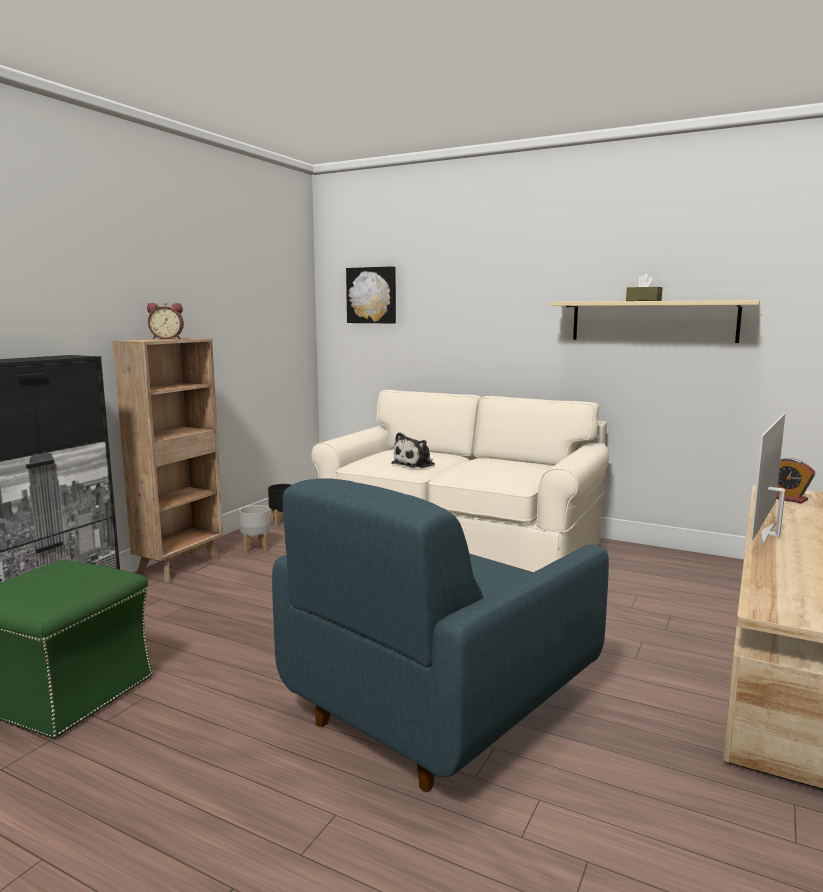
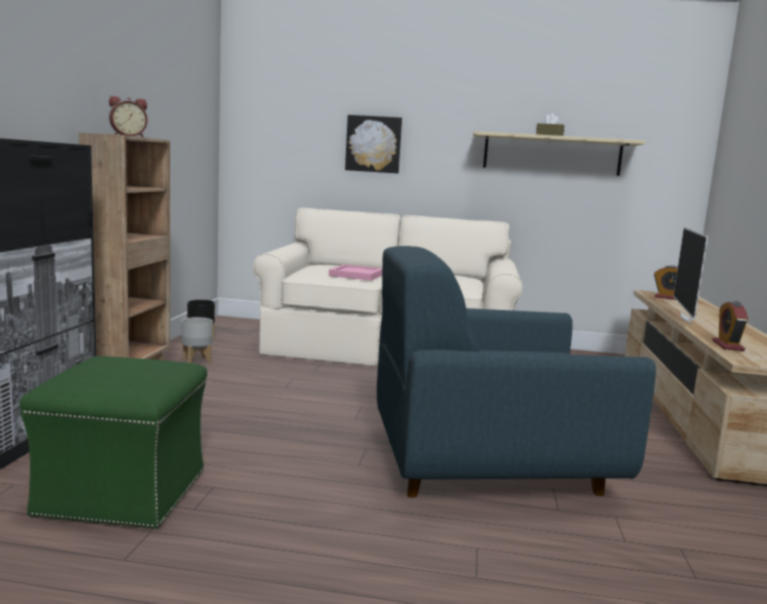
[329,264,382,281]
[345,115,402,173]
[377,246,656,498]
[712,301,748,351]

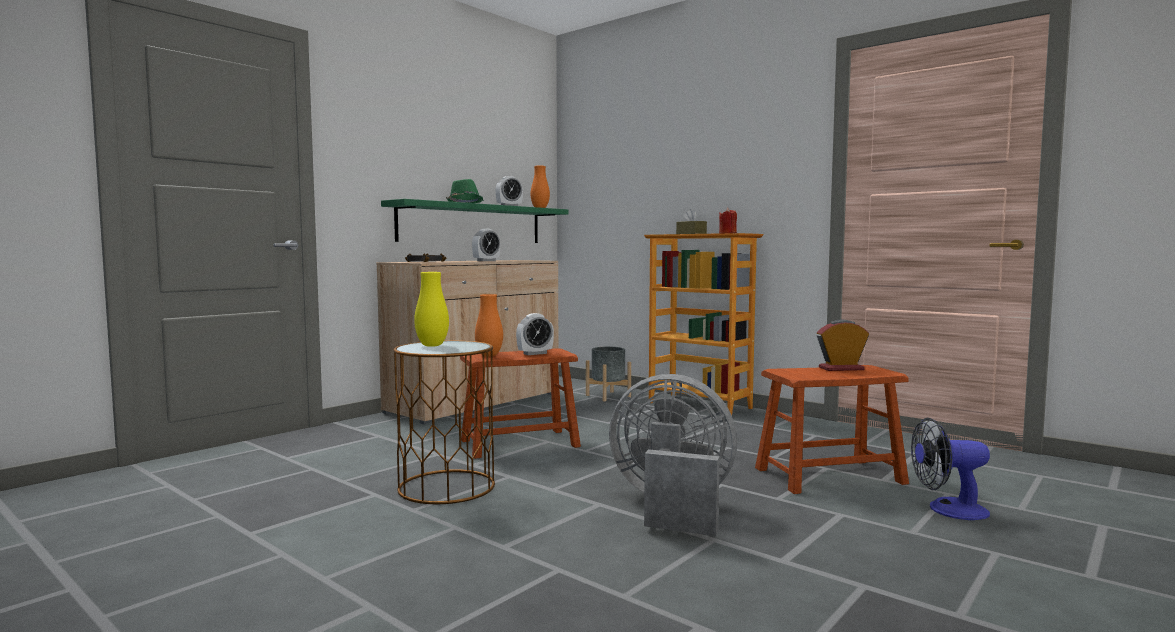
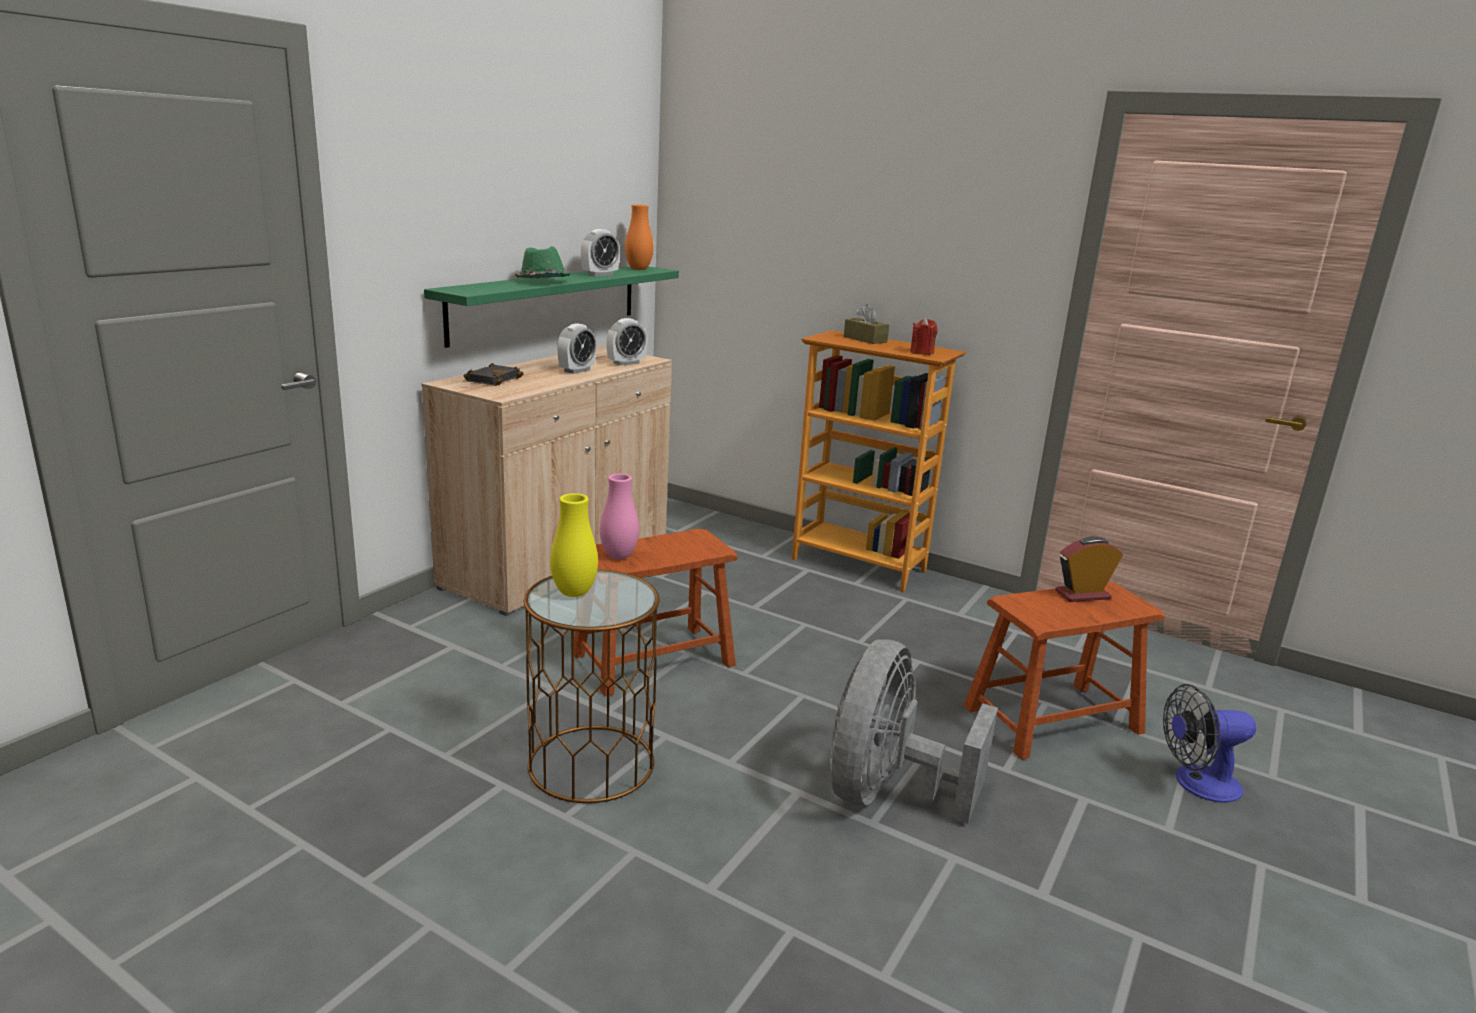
[600,474,639,560]
[606,318,647,366]
[830,640,998,824]
[586,347,631,401] (first image)

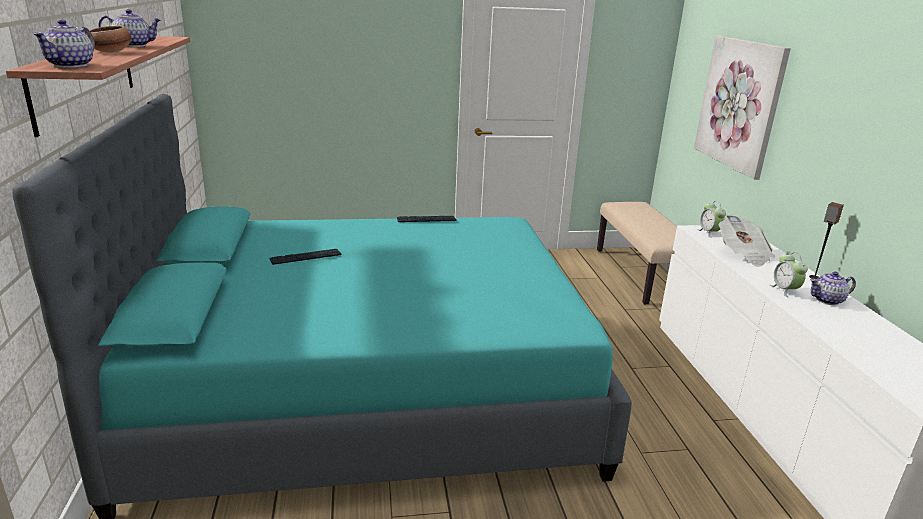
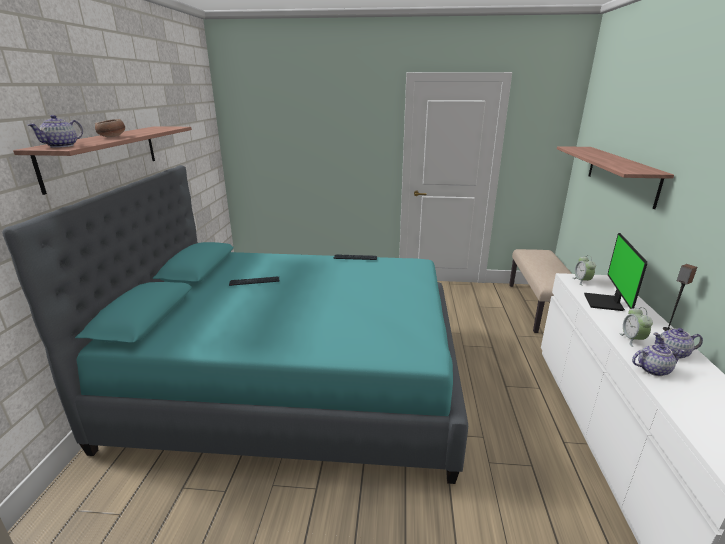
[557,146,674,209]
[584,233,647,311]
[632,344,685,376]

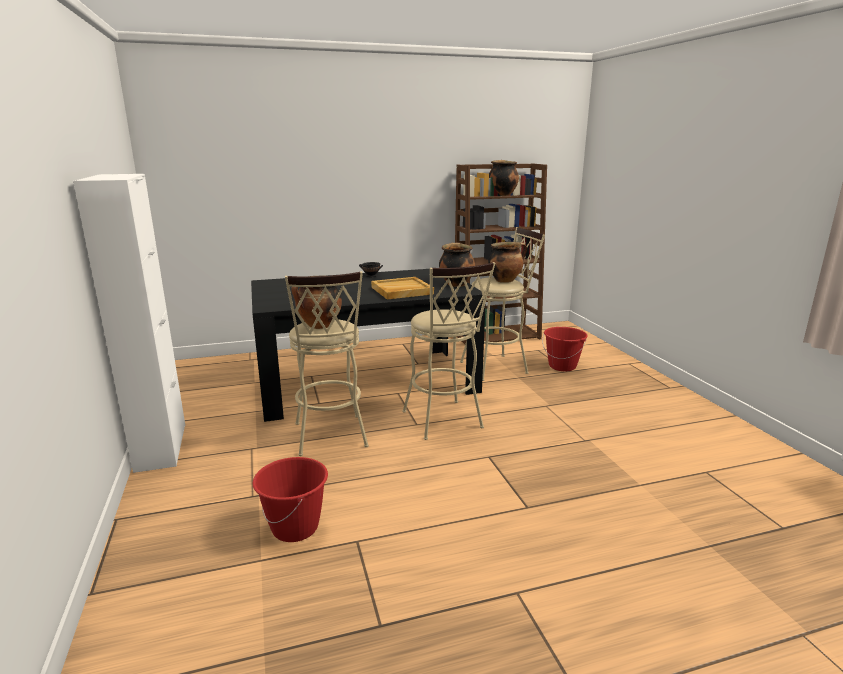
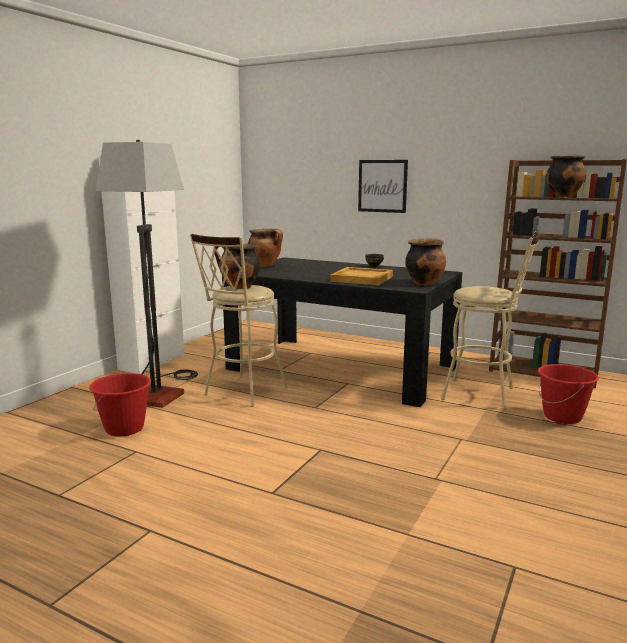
[96,140,198,408]
[248,229,283,267]
[358,160,408,213]
[402,262,495,440] (first image)

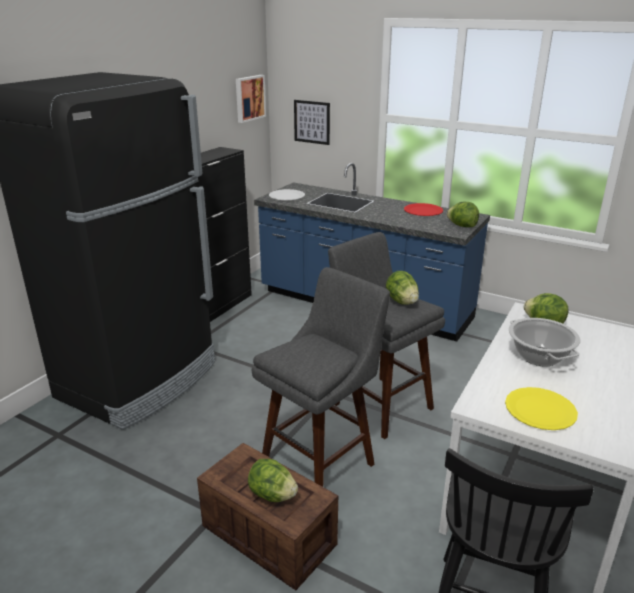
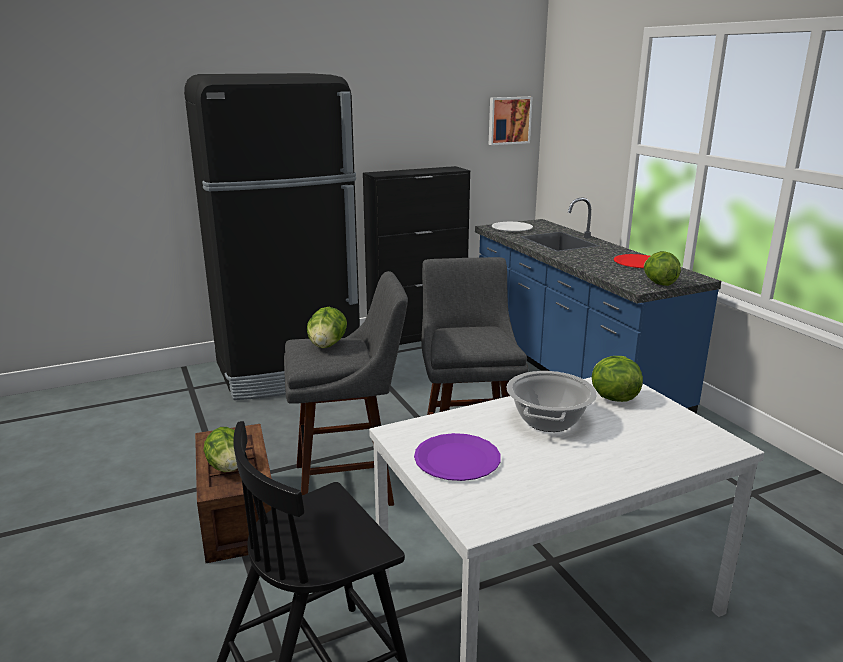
[307,307,347,348]
[414,433,501,481]
[294,100,330,145] (first image)

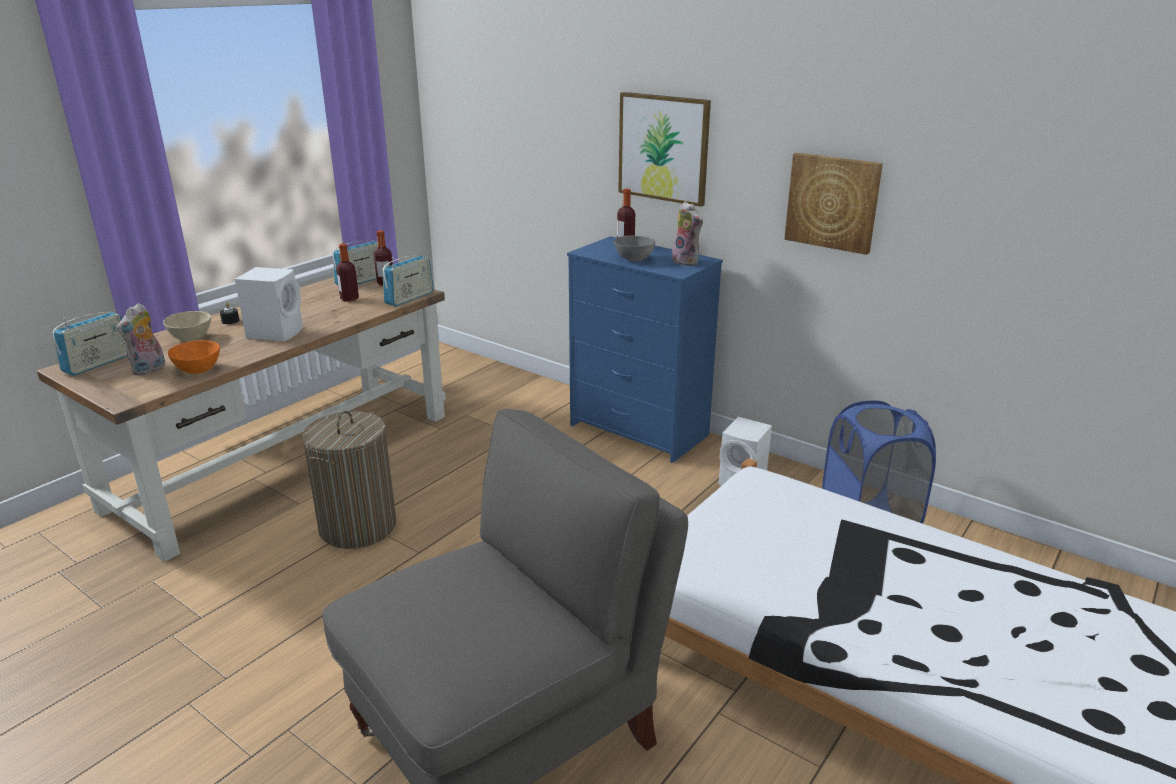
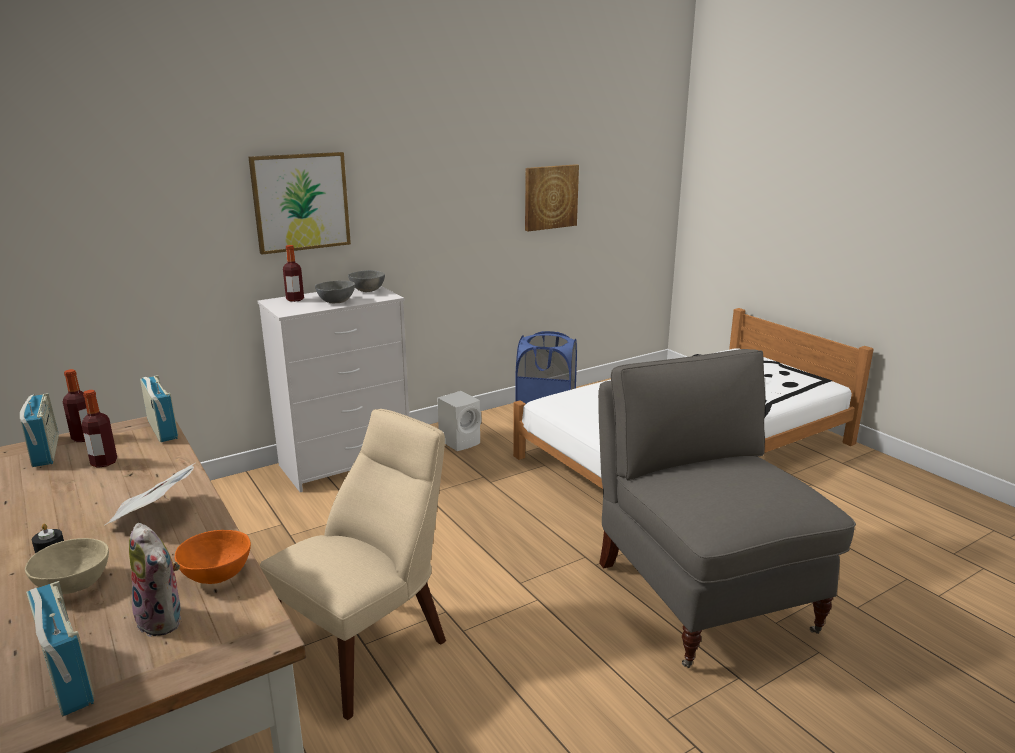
[105,463,195,525]
[257,286,409,492]
[260,409,446,720]
[348,270,385,292]
[525,164,579,231]

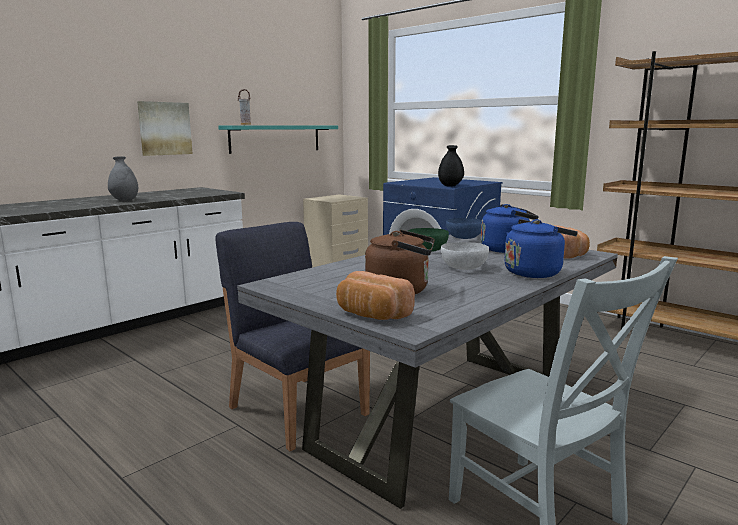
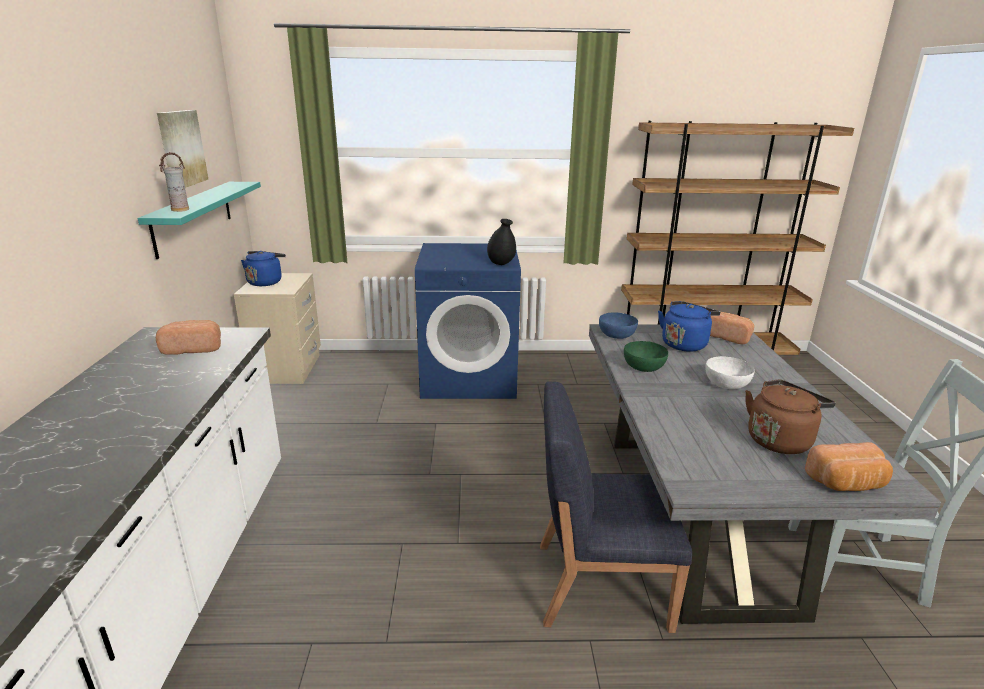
[156,320,221,355]
[157,110,208,188]
[241,251,286,286]
[108,156,138,201] (first image)

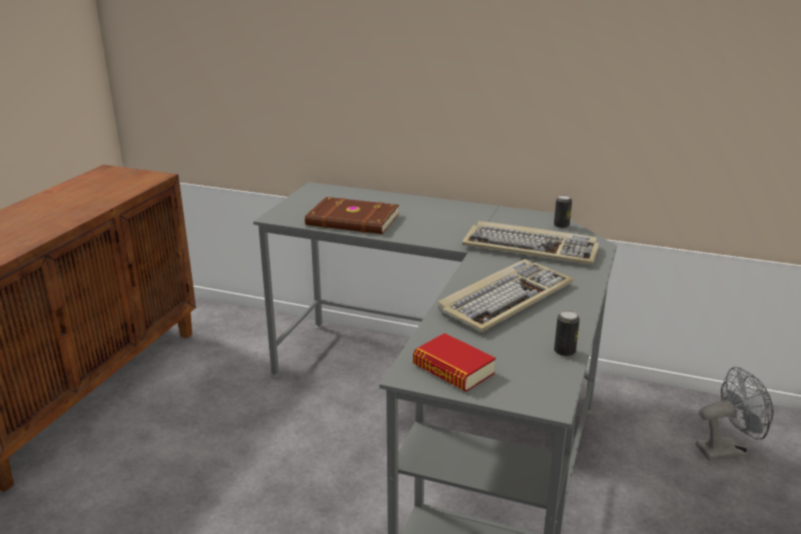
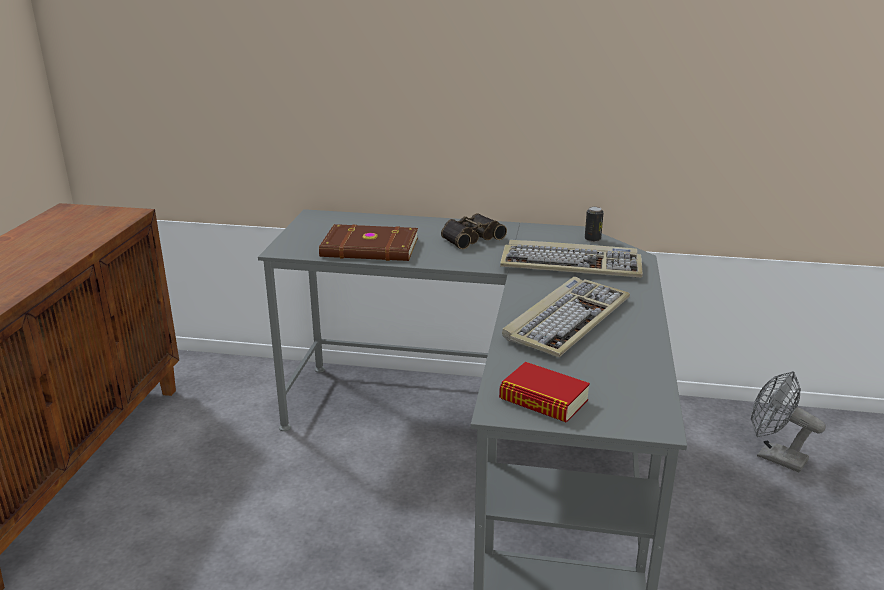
[441,213,507,249]
[751,371,826,473]
[554,311,580,357] (first image)

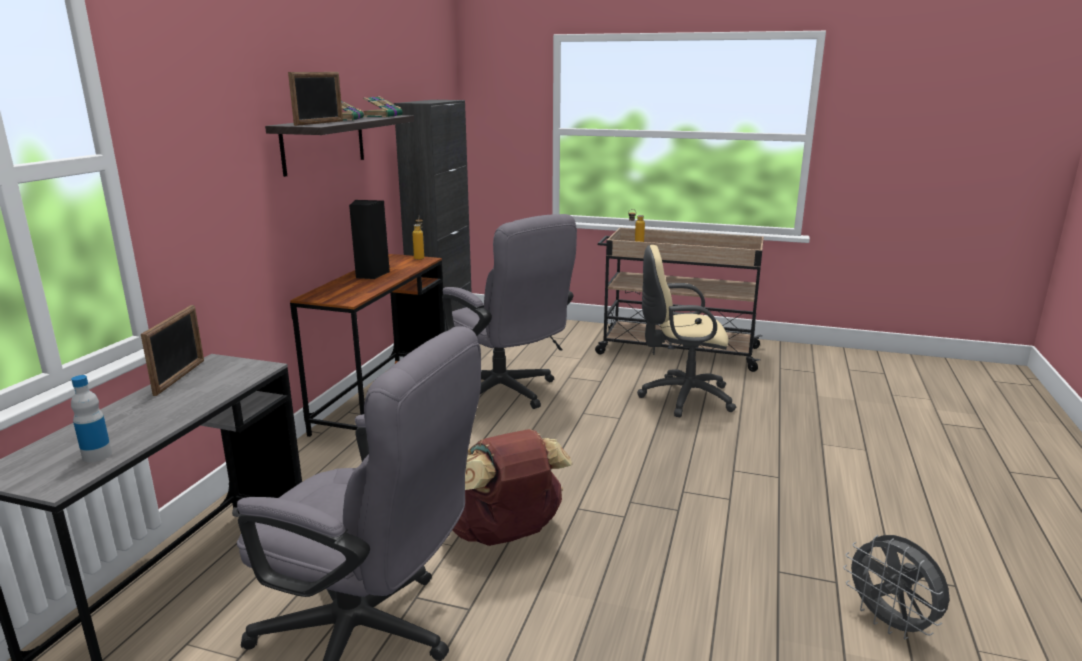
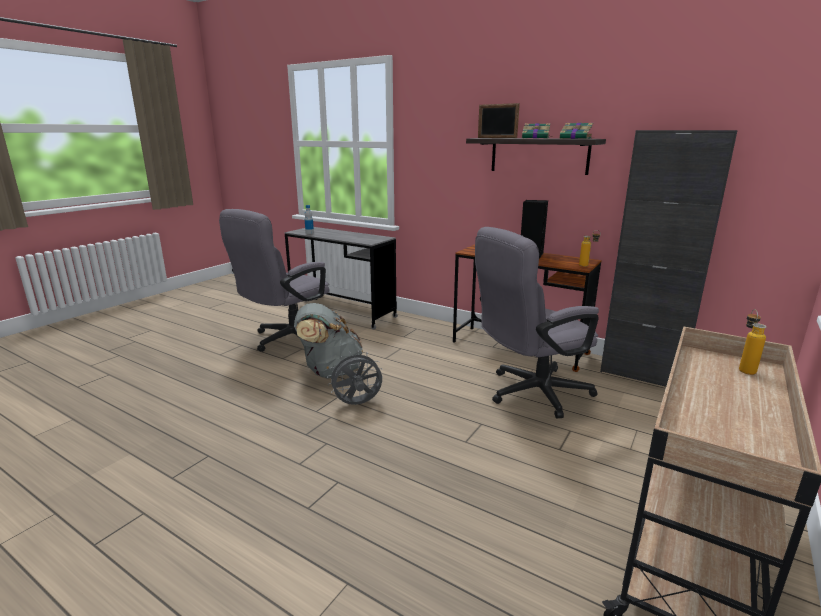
[294,303,363,379]
[327,351,383,405]
[141,305,204,396] (first image)
[637,245,736,417] (first image)

